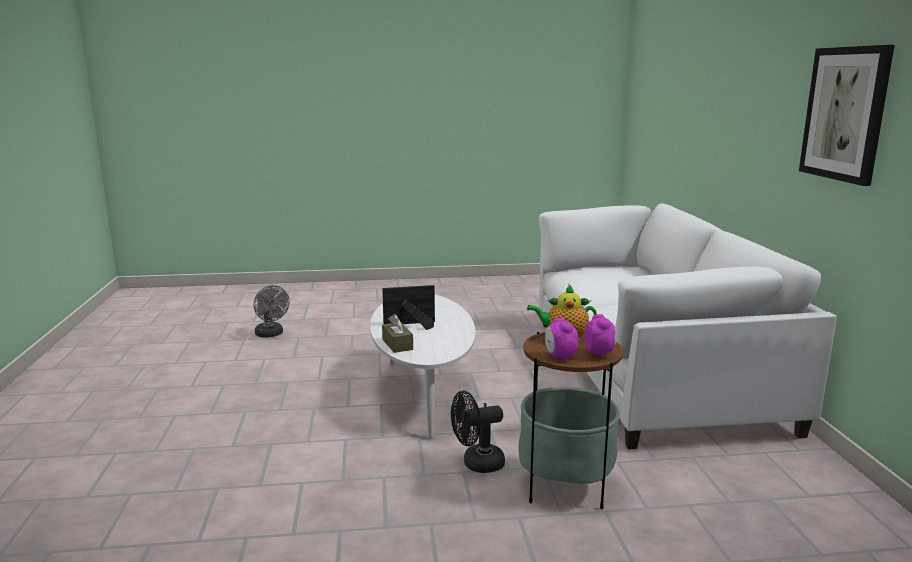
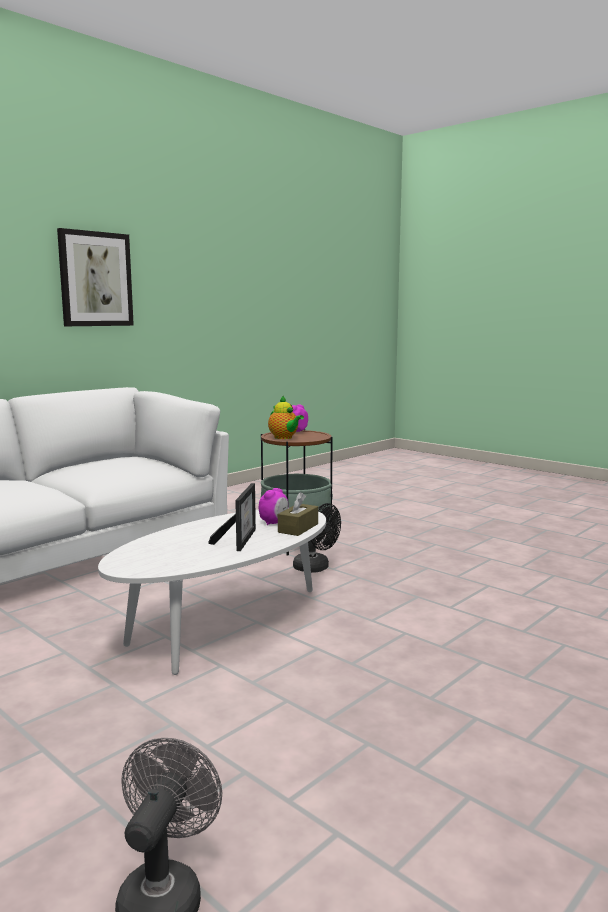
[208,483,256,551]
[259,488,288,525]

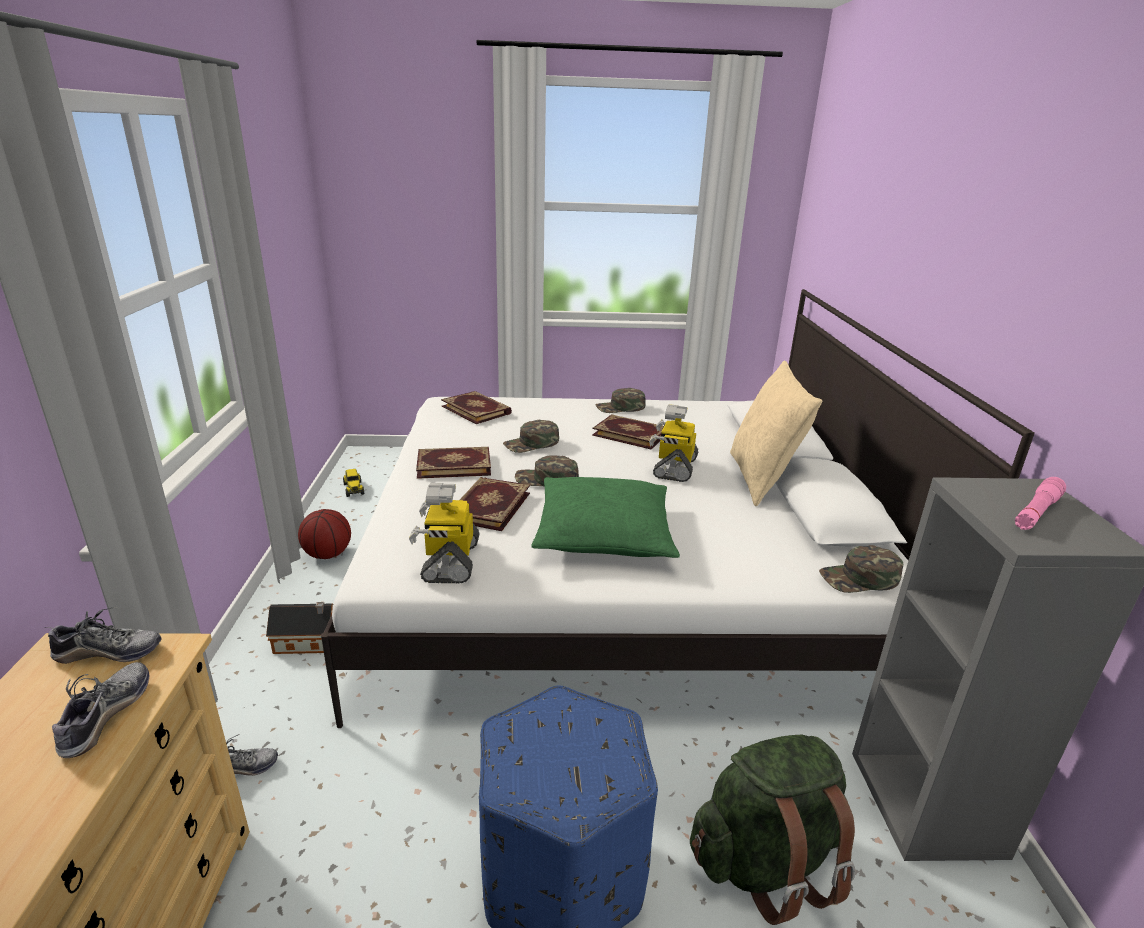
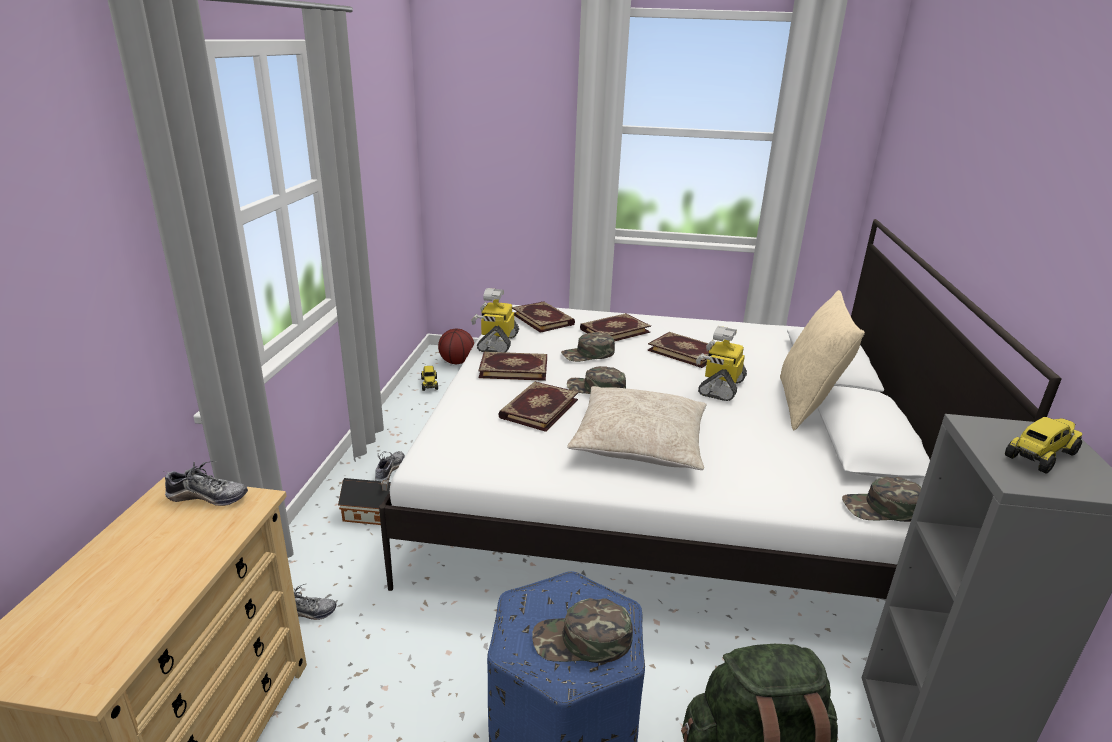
[375,451,405,481]
[438,328,474,364]
[471,288,519,352]
[532,598,633,663]
[567,386,706,470]
[580,313,651,342]
[1005,417,1083,474]

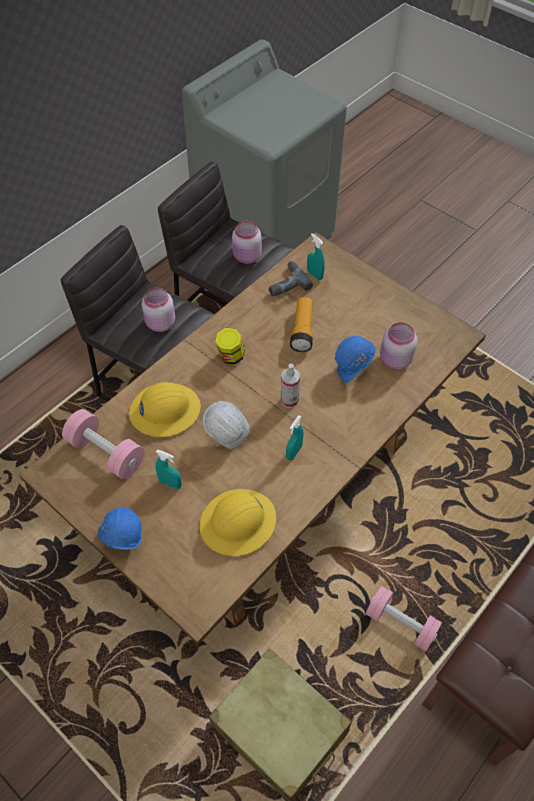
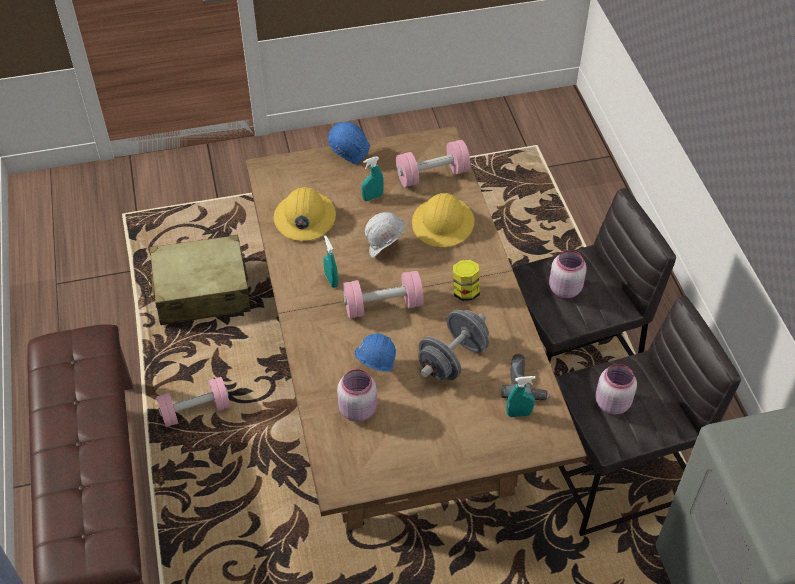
[343,271,424,318]
[418,310,489,380]

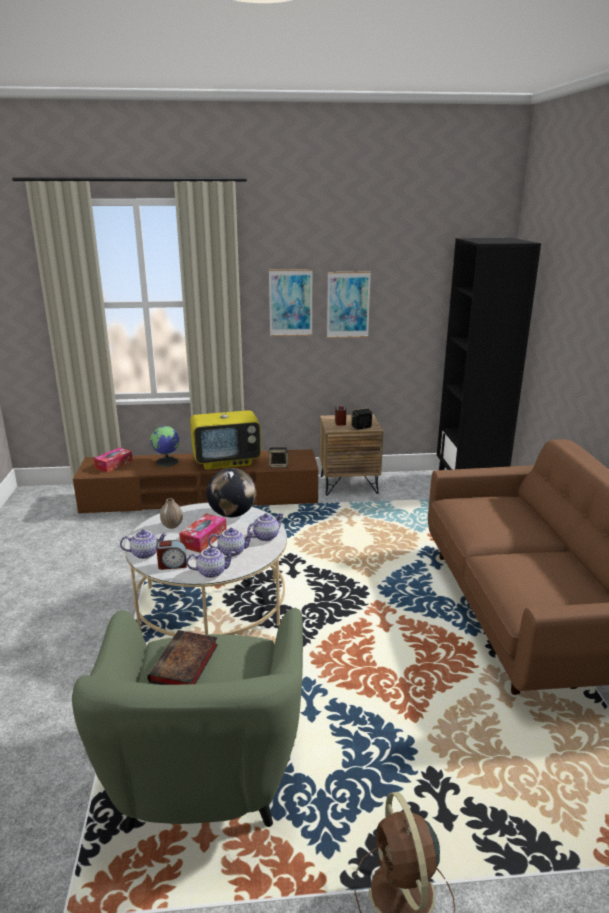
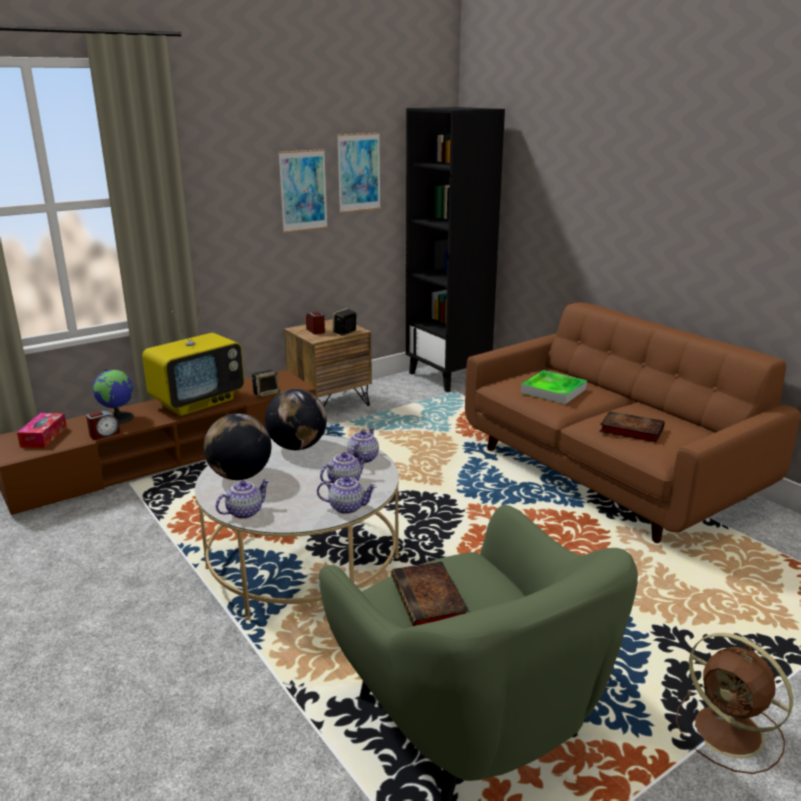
[86,410,120,440]
[204,413,271,480]
[317,476,377,514]
[337,133,381,213]
[521,370,587,404]
[600,411,665,443]
[179,513,227,553] (first image)

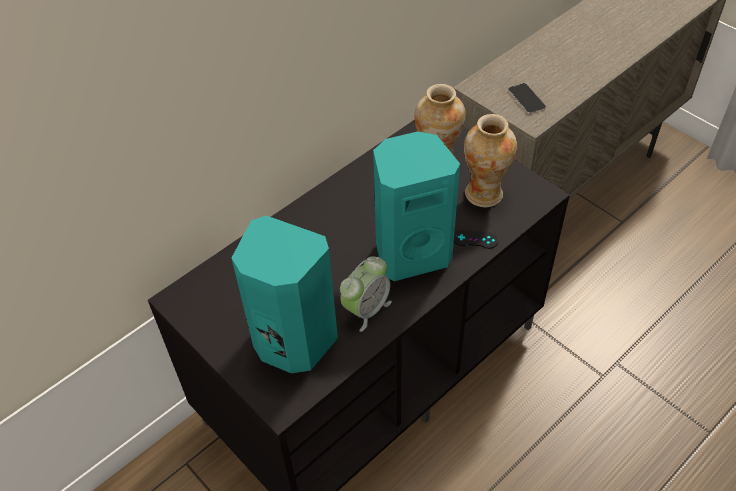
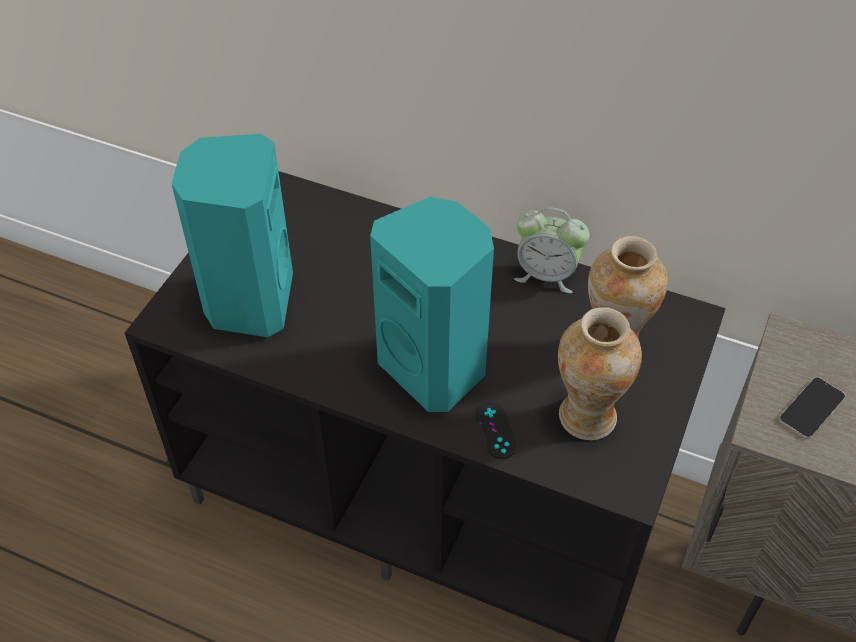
[514,207,589,293]

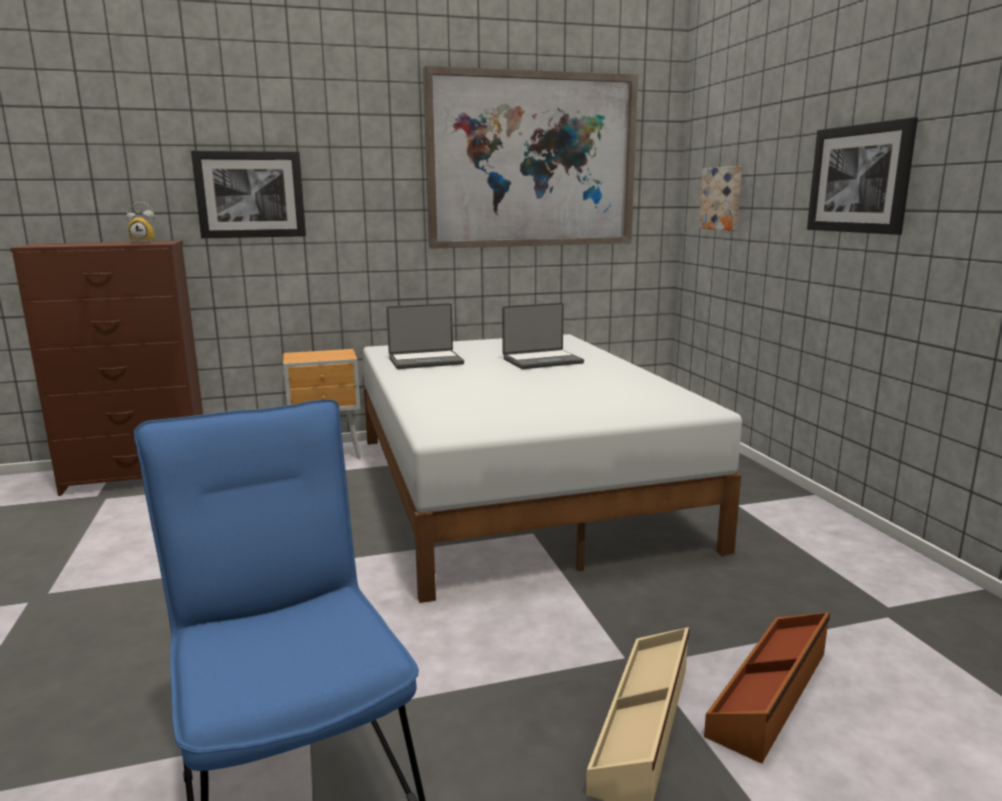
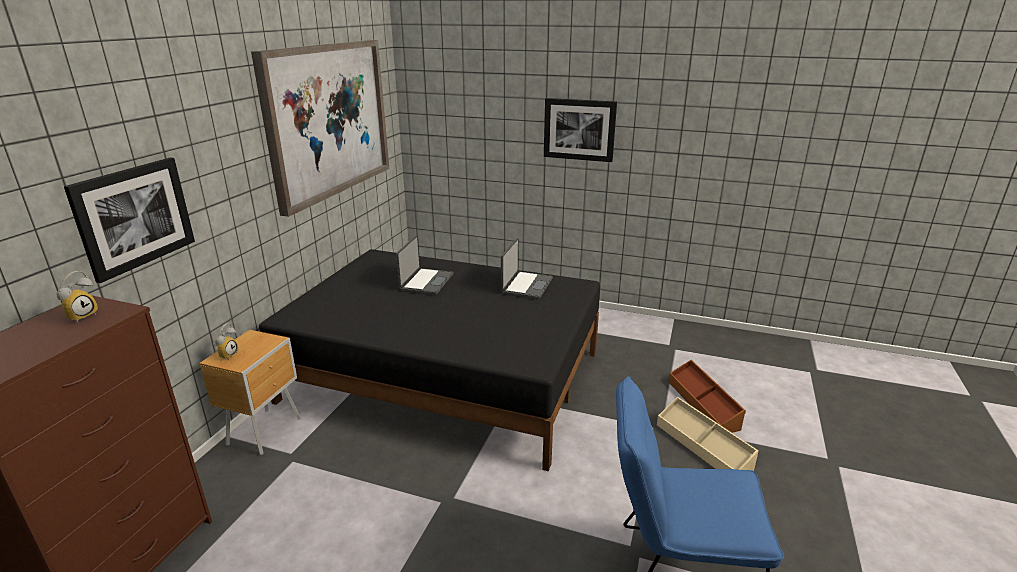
[213,323,238,360]
[259,249,600,471]
[501,238,553,300]
[699,166,742,231] (first image)

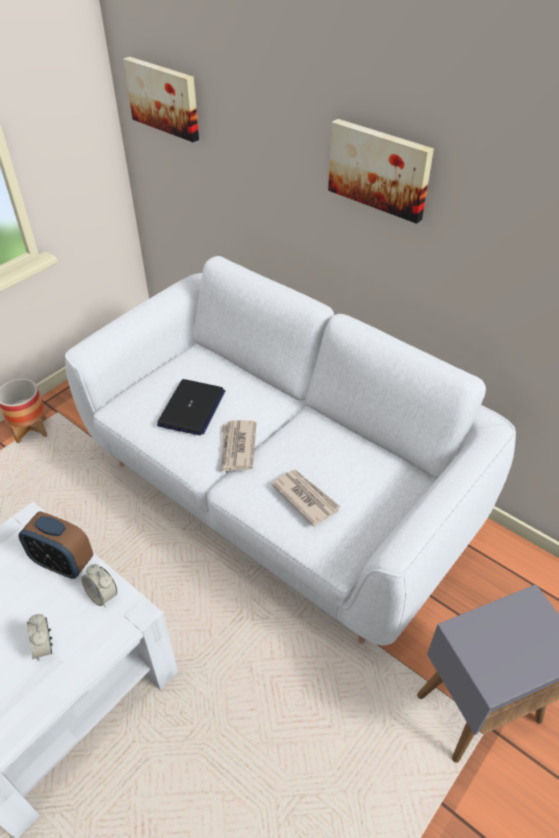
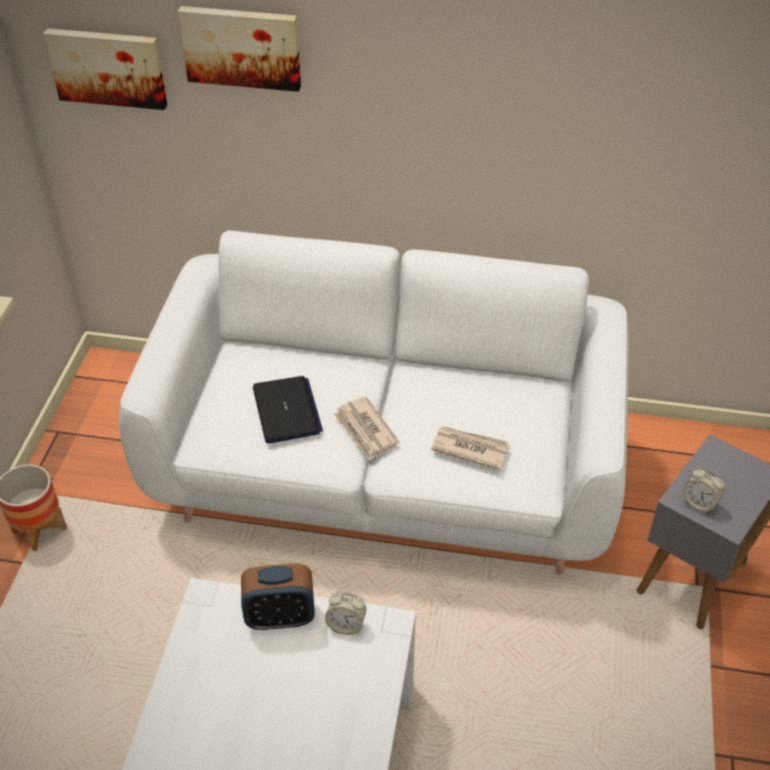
[178,6,301,92]
[683,467,725,513]

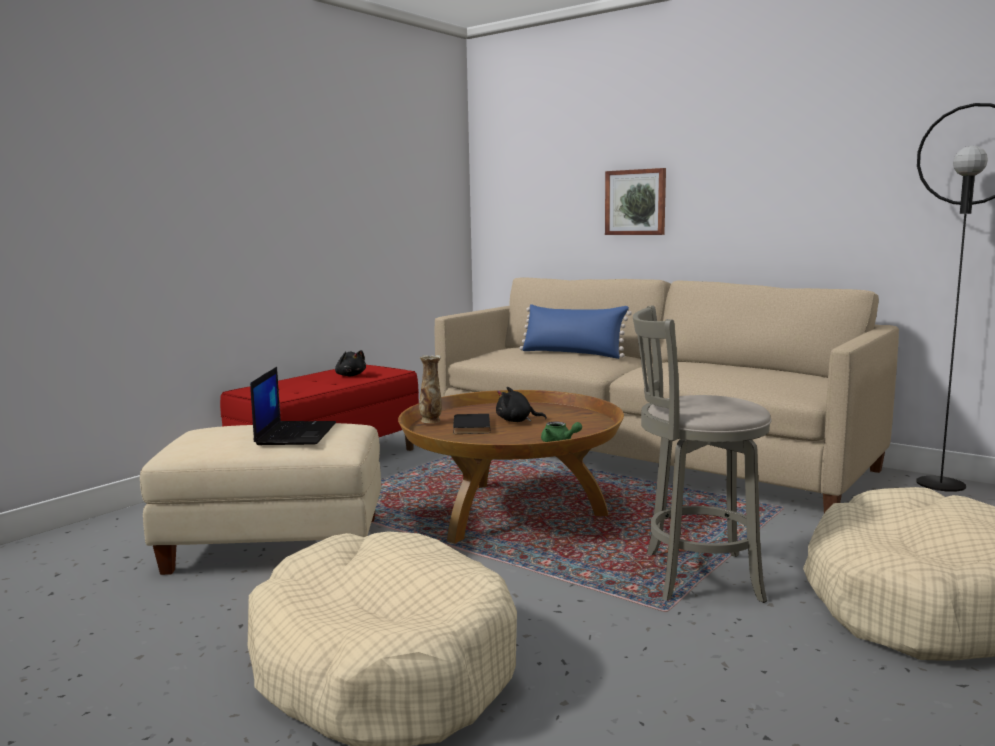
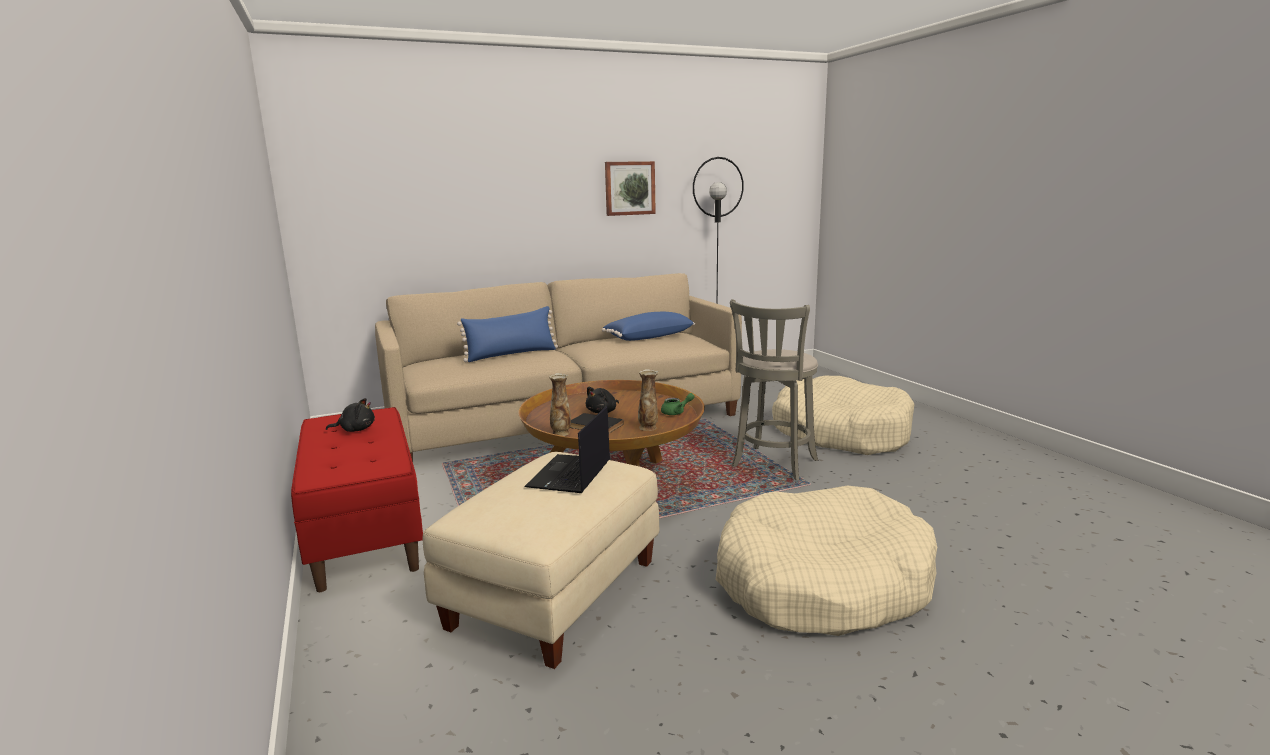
[524,406,610,493]
[602,312,695,341]
[605,161,656,216]
[638,369,658,431]

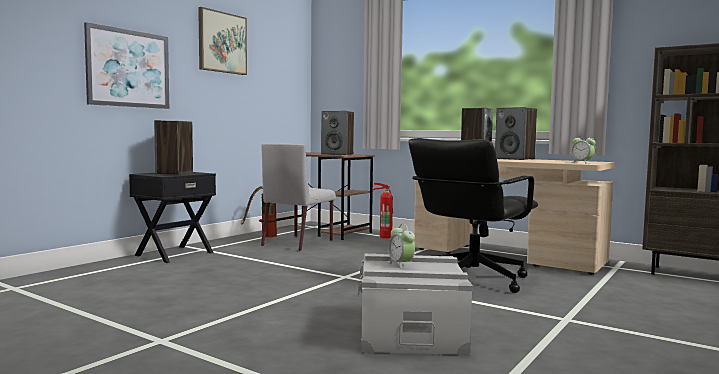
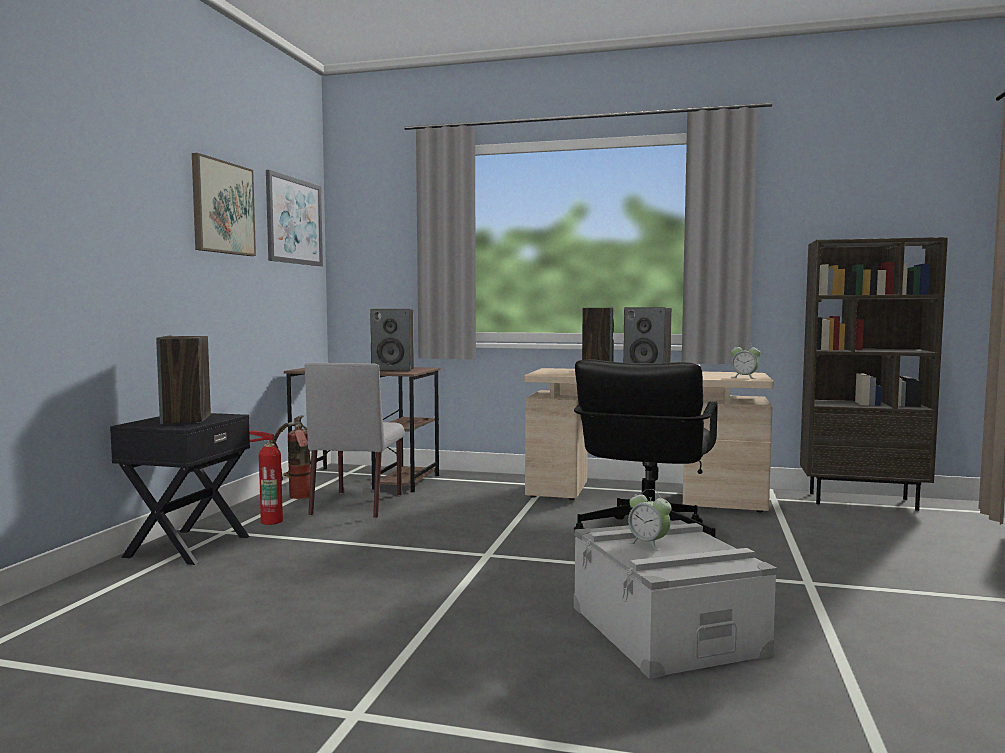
[249,431,283,525]
[266,170,323,266]

